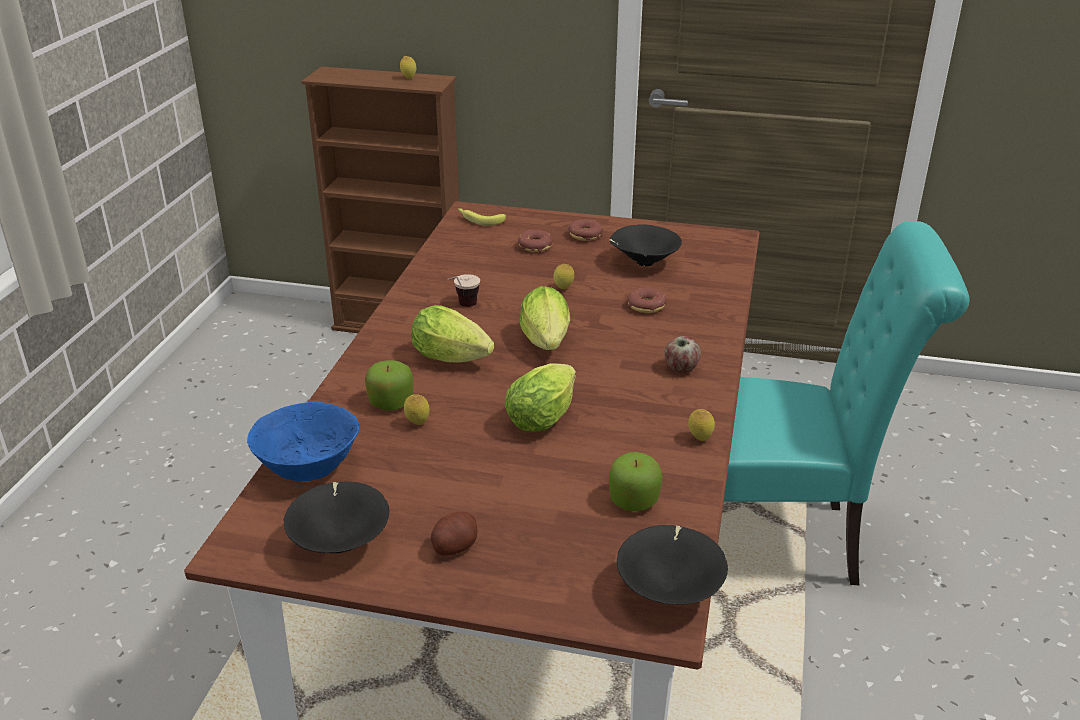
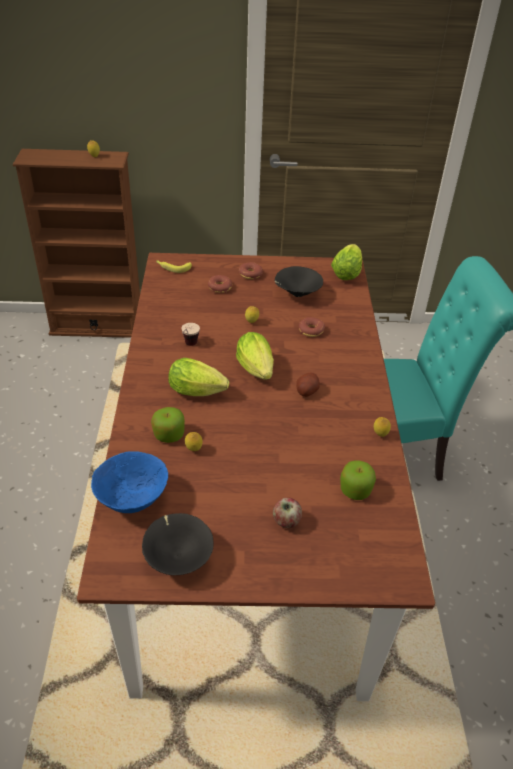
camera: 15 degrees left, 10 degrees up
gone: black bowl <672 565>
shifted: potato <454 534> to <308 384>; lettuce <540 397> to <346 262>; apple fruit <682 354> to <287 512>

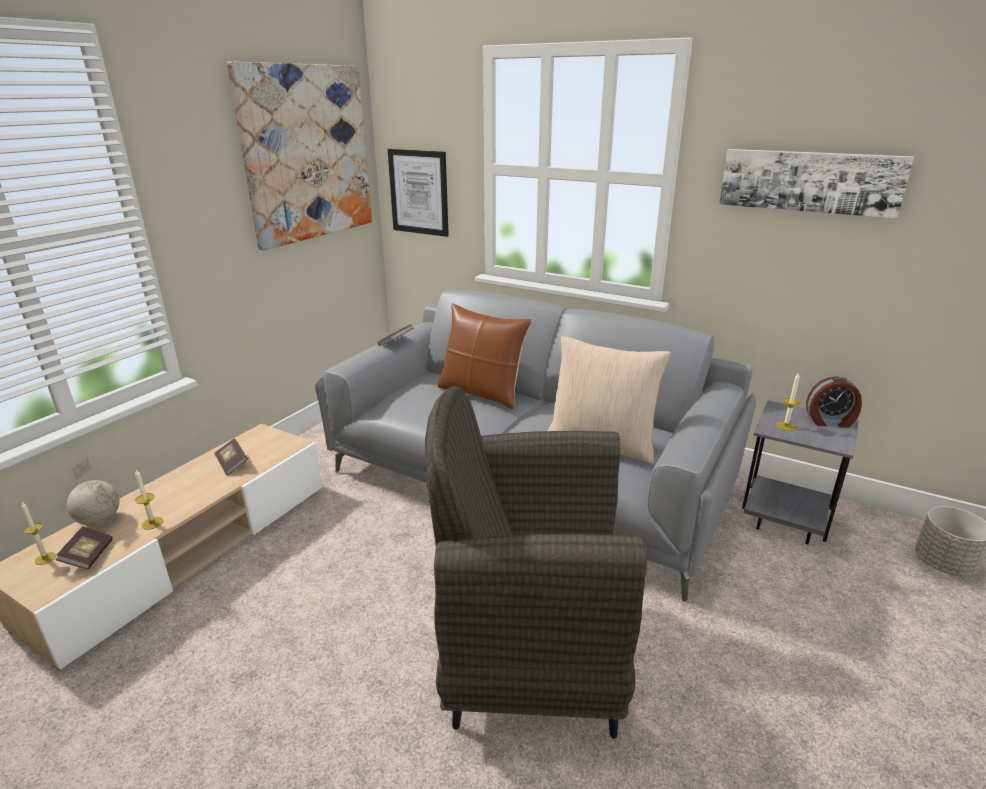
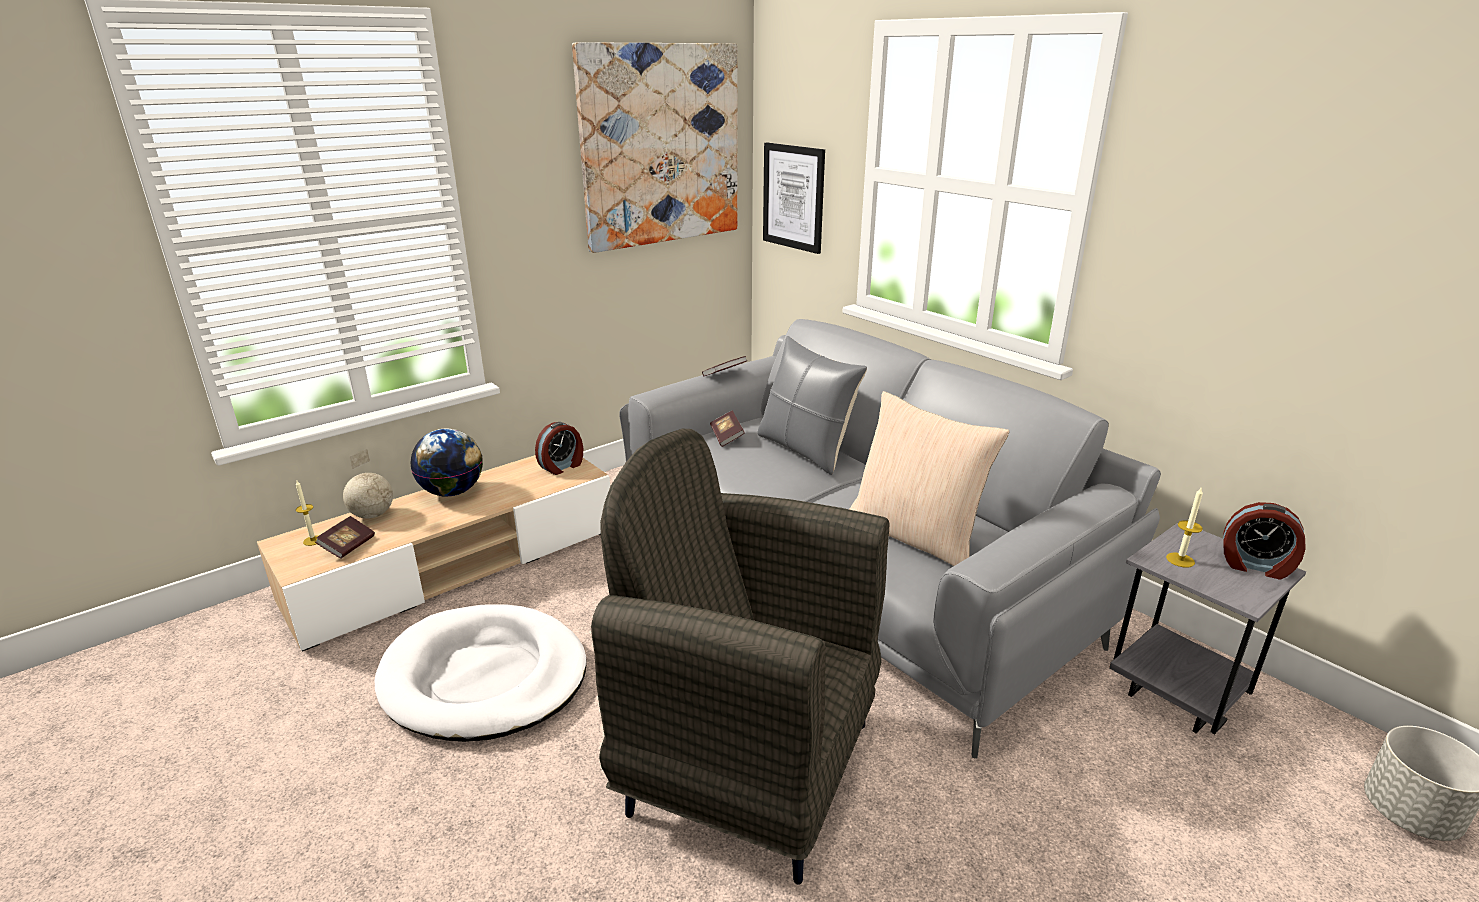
camera: 20 degrees right, 0 degrees up
gone: wax light <149 500>; picture <816 184>
new: white-coloured dog bed <481 673>; world globe <447 462>; table clock <559 448>
shifted: volume <231 456> to <727 428>
repainted: brown throw pillow <484 356> to gray throw pillow <812 405>

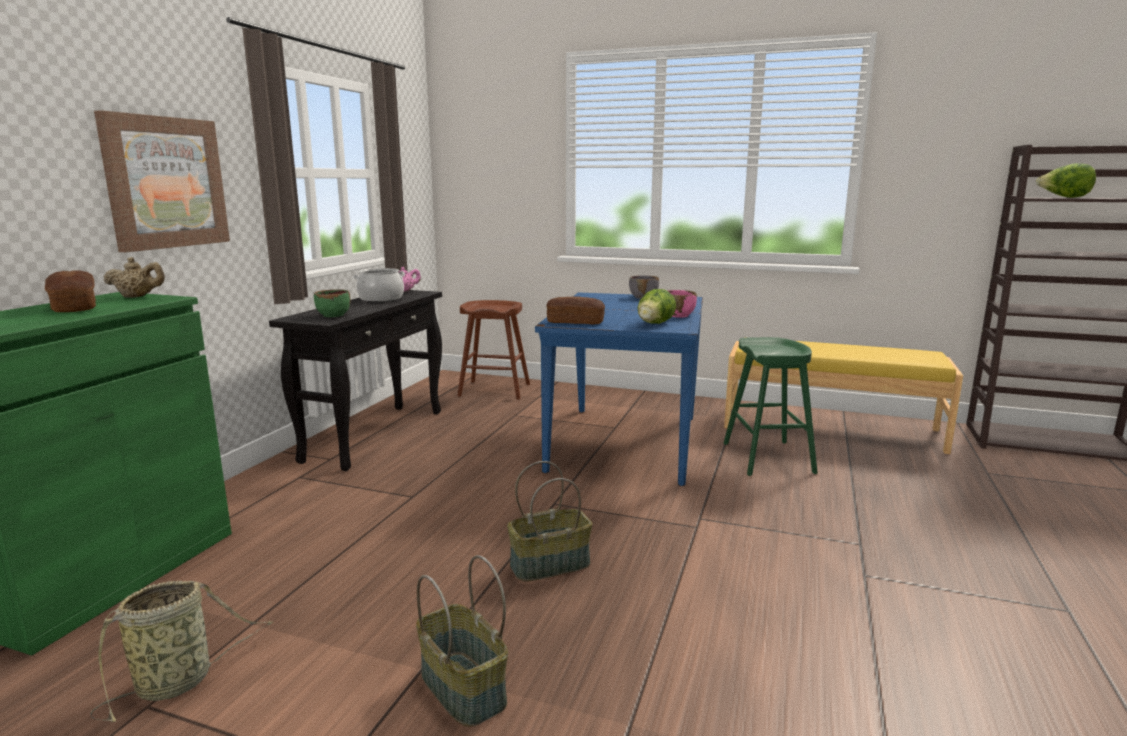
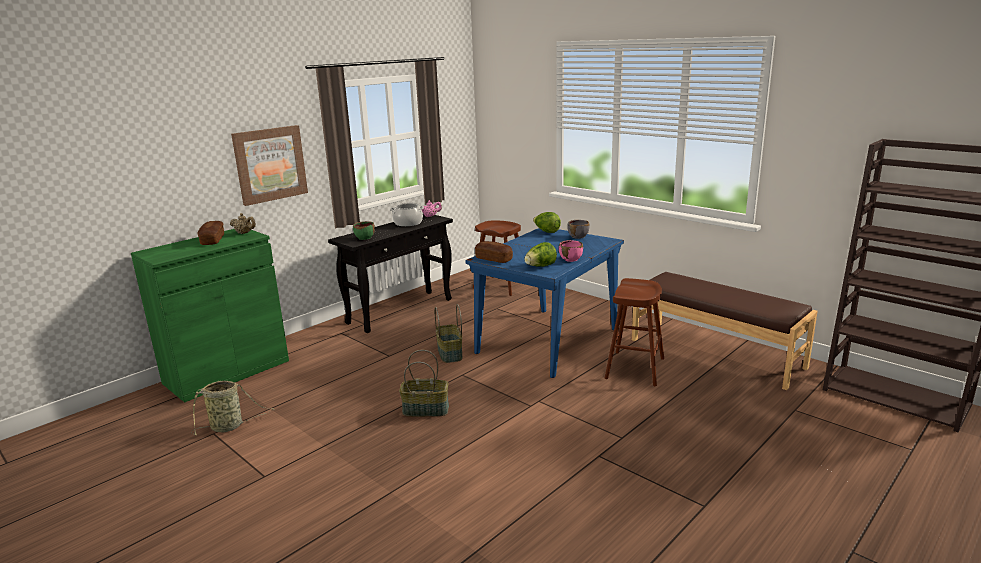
camera: 25 degrees right, 5 degrees up
shifted: basket <462 641> to <448 333>; lettuce <1066 180> to <547 222>
repainted: green-coloured stool <771 406> to brown stool <634 332>; yellow-coloured indoor bench <843 395> to brown indoor bench <725 331>

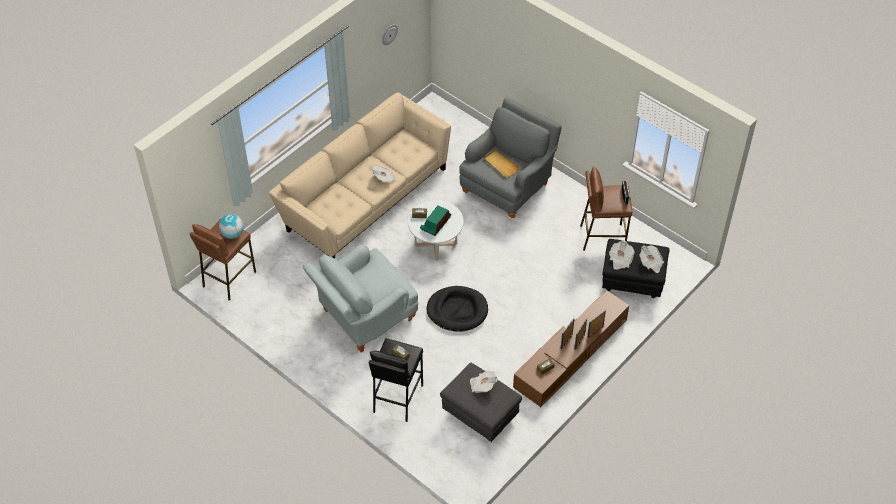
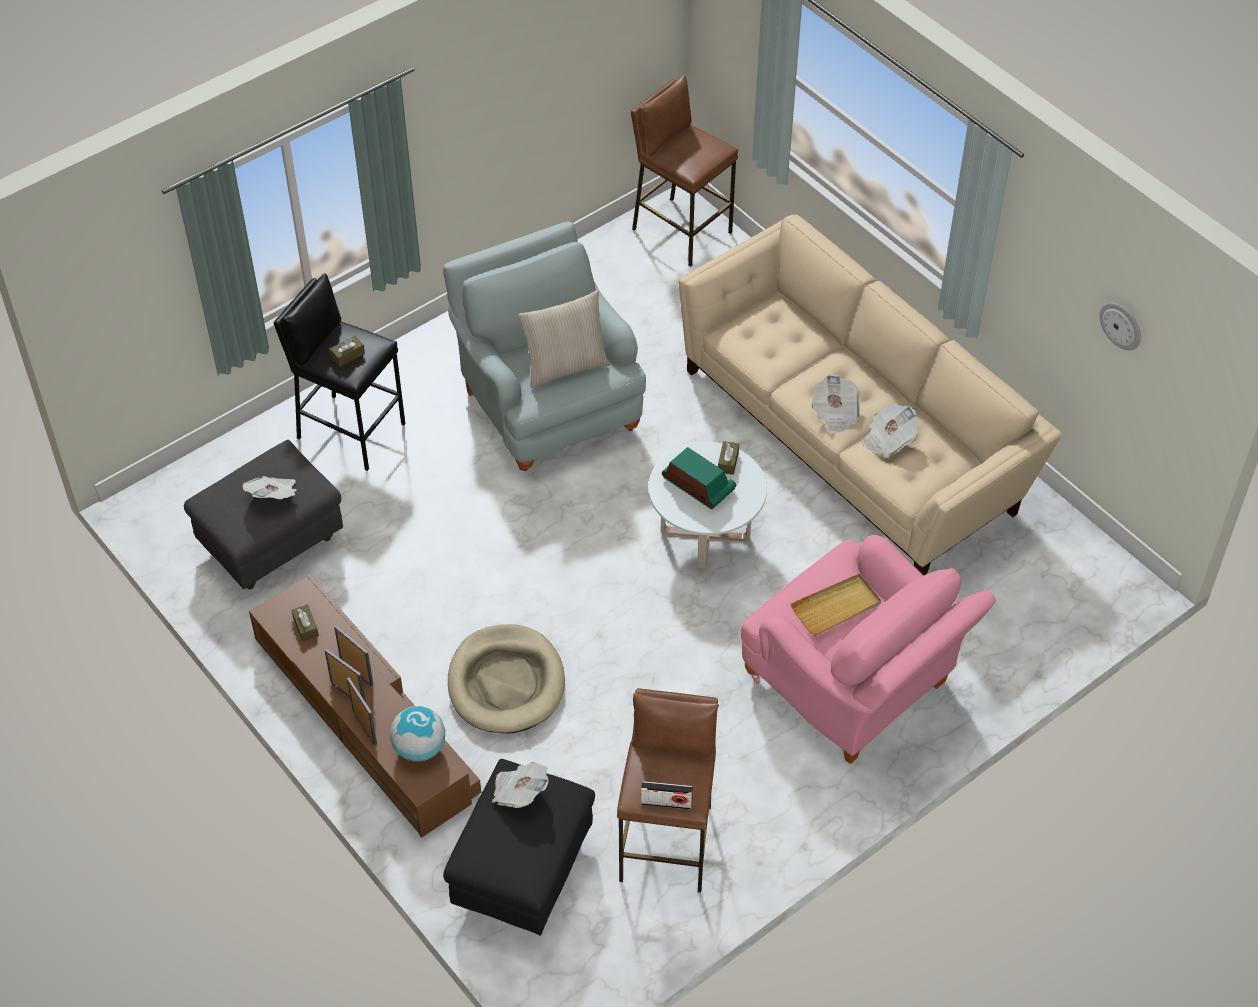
camera: 100 degrees right, 0 degrees up
gone: black dog bed <457 309>
new: beige dog bed <506 679>; beige throw pillow <564 339>
shifted: world globe <231 226> to <417 734>; printed paper <651 259> to <890 430>
repainted: gray armchair <510 158> to pink-coloured armchair <868 649>

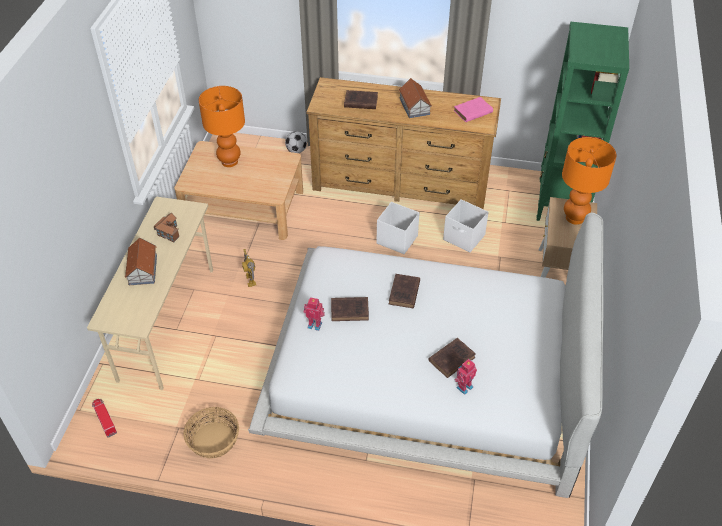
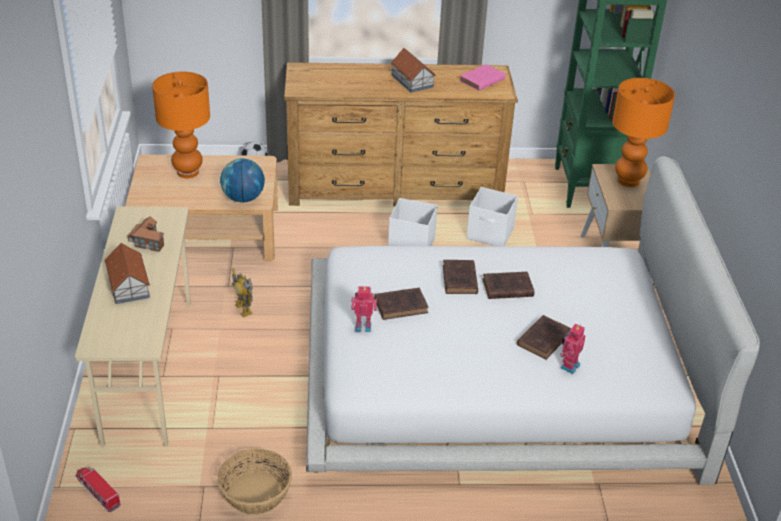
camera: 15 degrees left, 10 degrees down
new: world globe <242 180>
shifted: brown volume <361 99> to <508 285>

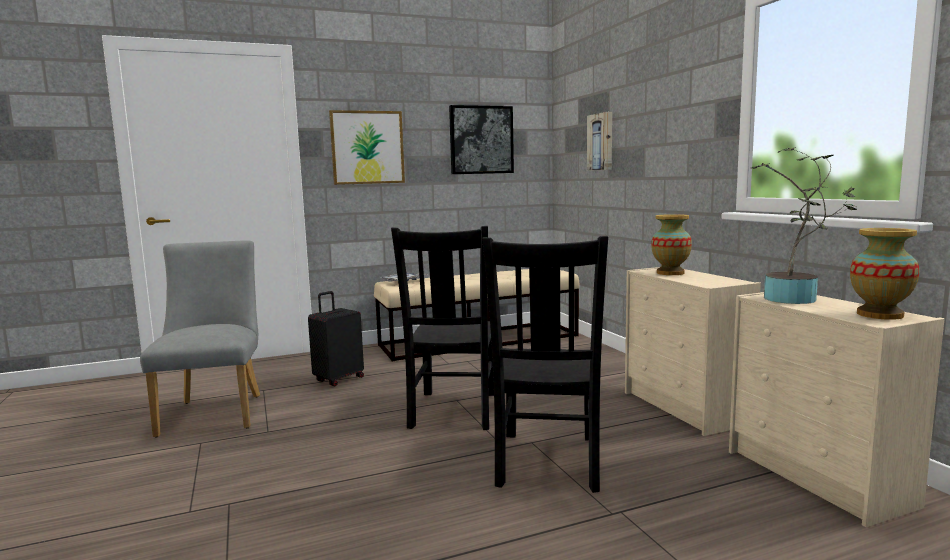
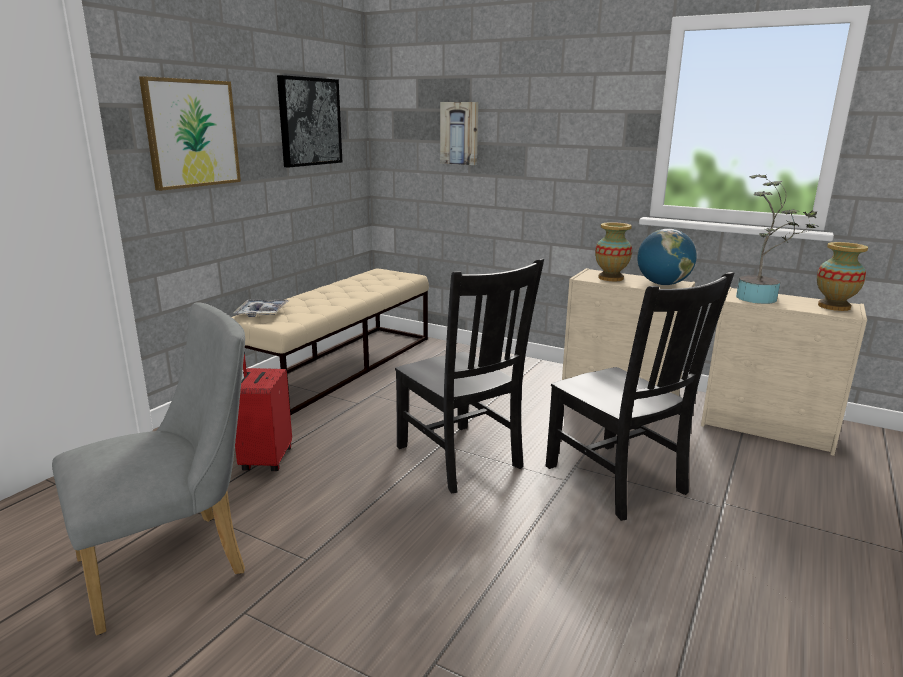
camera: 40 degrees left, 10 degrees up
new: world globe <667 257>
repainted: black piece of luggage <336 338> to red piece of luggage <263 411>
rotated: gray plain chair <200 339> = <148 468> 105 degrees clockwise

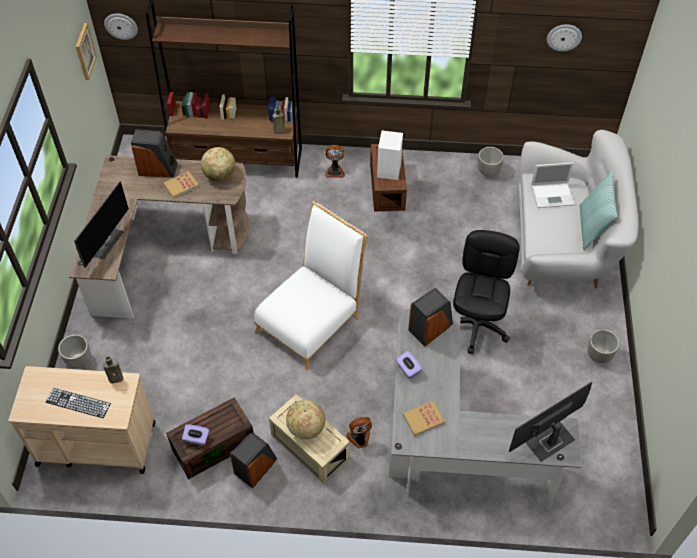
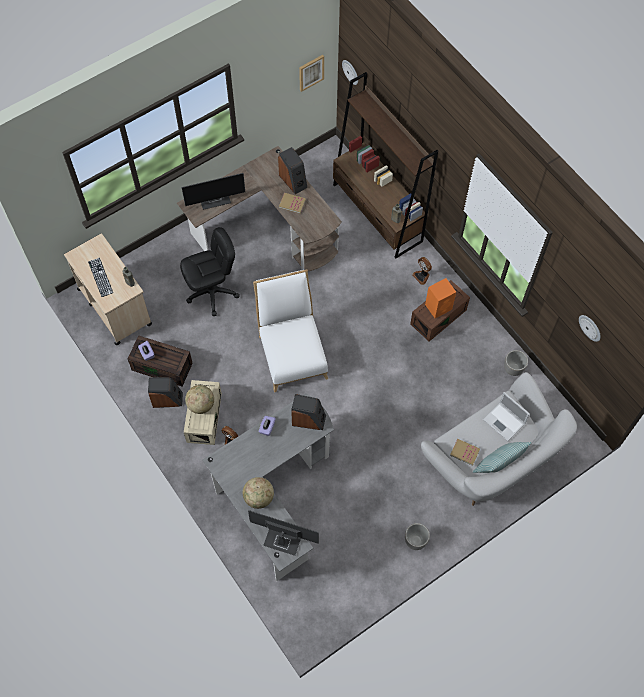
camera: 50 degrees right, 10 degrees up
gone: flower pot <74 351>
shifted: world globe <218 164> to <258 493>; volume <424 419> to <465 452>; black office chair <486 292> to <210 271>
repainted: white-coloured speaker <390 155> to orangey speaker <440 298>
rotated: white-coloured plain chair <311 286> = <290 330> 105 degrees counterclockwise

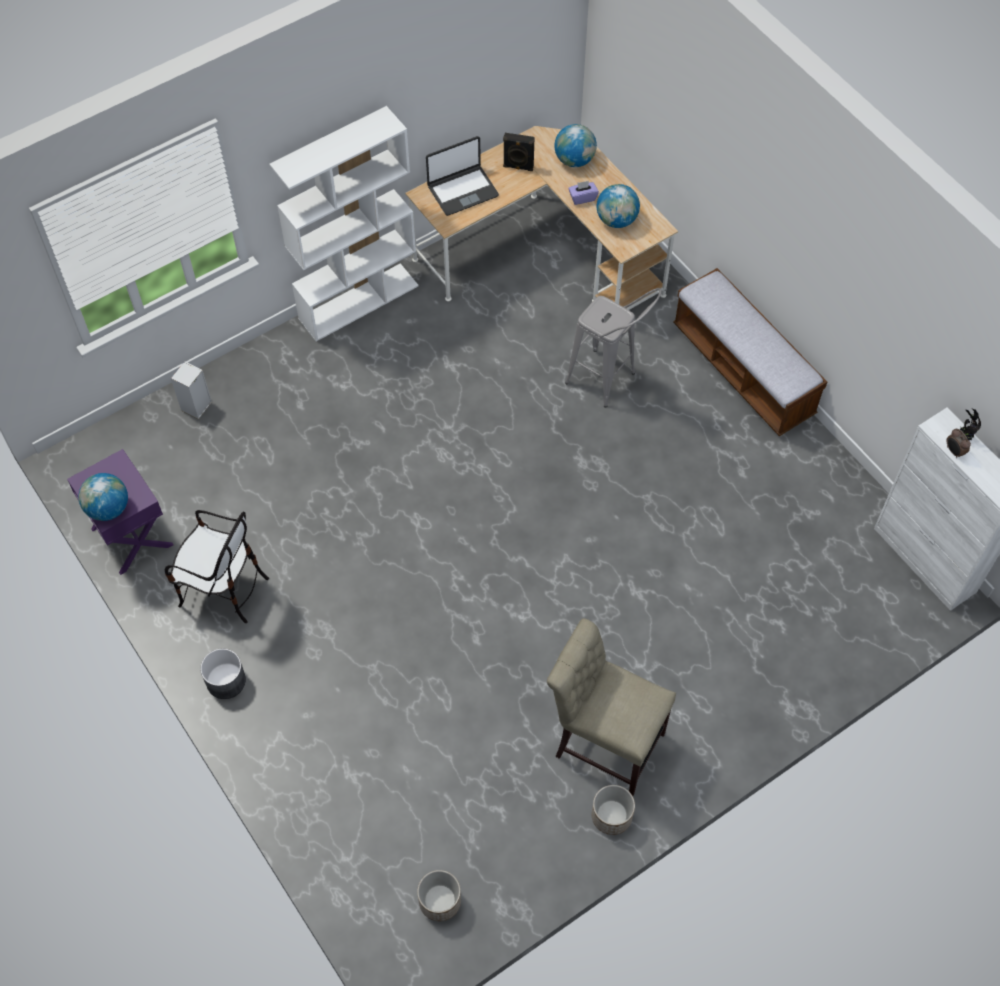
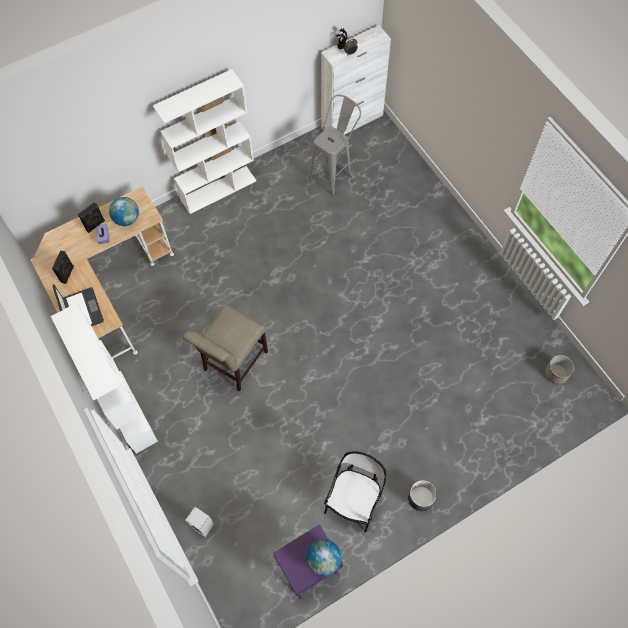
camera: 85 degrees left, 5 degrees up
gone: world globe <575 145>; flower pot <613 810>
new: black speaker <91 217>
shifted: beige plain chair <611 707> to <225 348>; gray stool <613 348> to <335 145>
swapped: indoor bench <750 352> to white-coloured bookcase <204 141>

